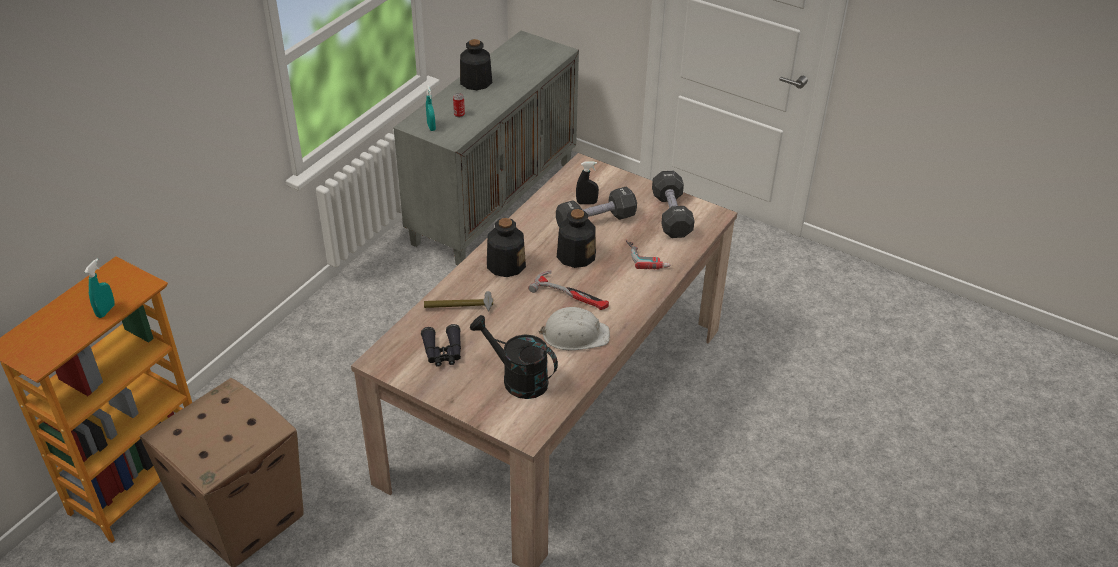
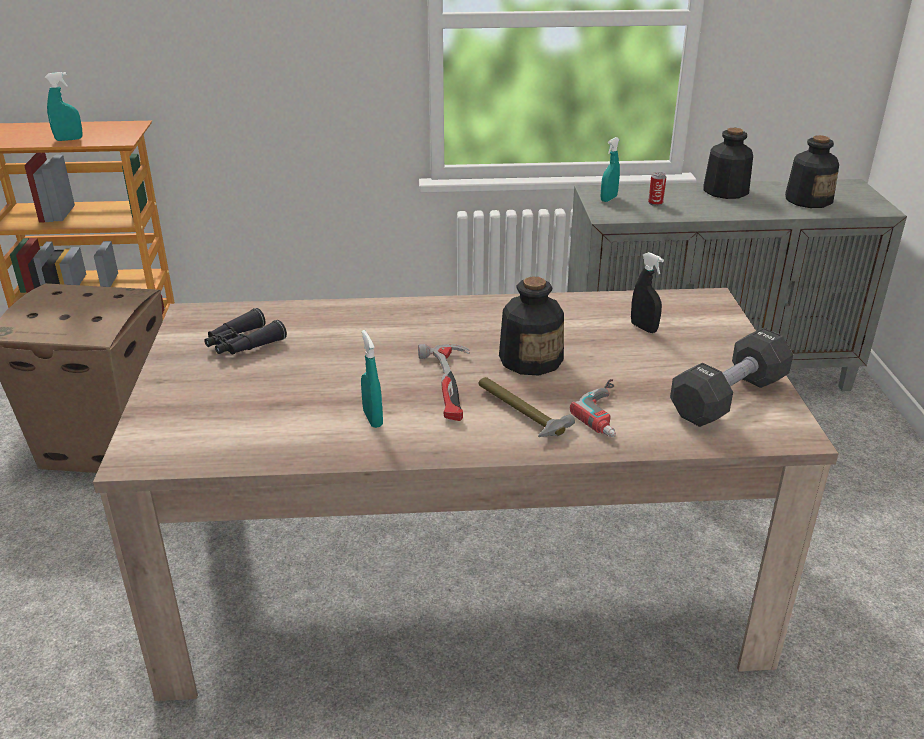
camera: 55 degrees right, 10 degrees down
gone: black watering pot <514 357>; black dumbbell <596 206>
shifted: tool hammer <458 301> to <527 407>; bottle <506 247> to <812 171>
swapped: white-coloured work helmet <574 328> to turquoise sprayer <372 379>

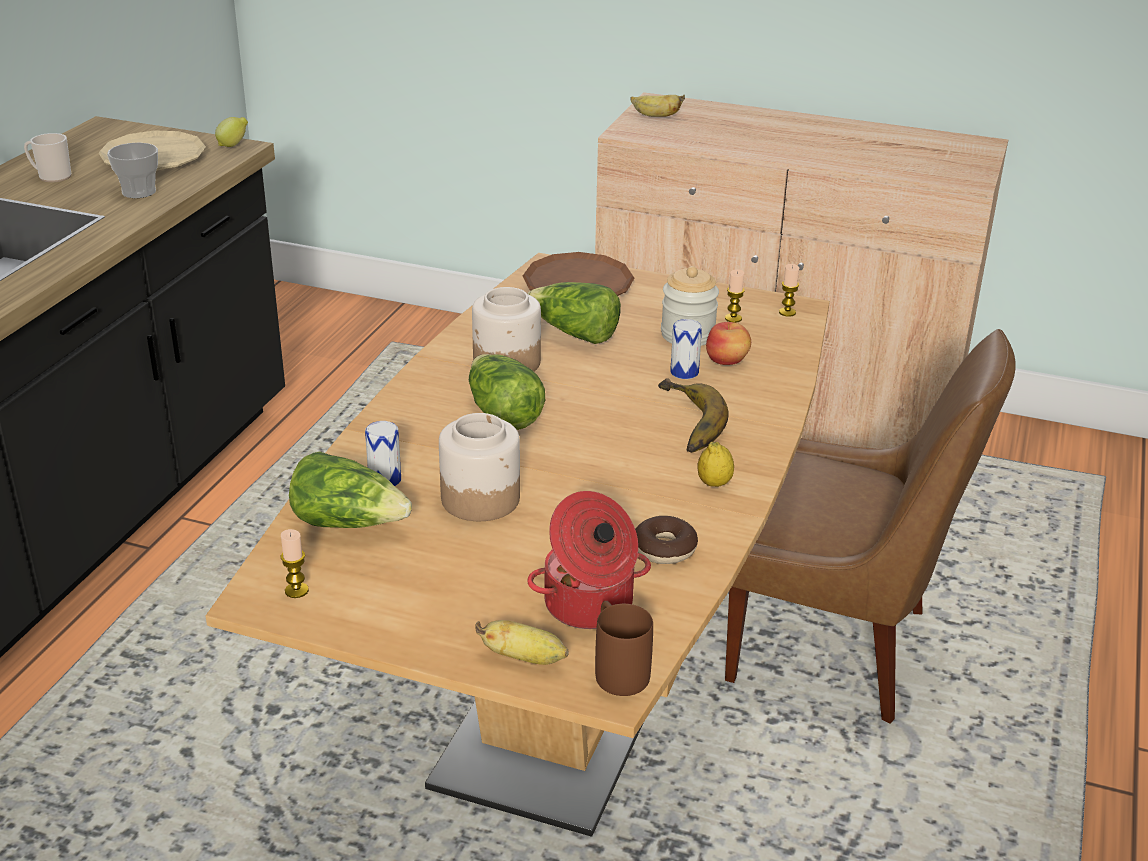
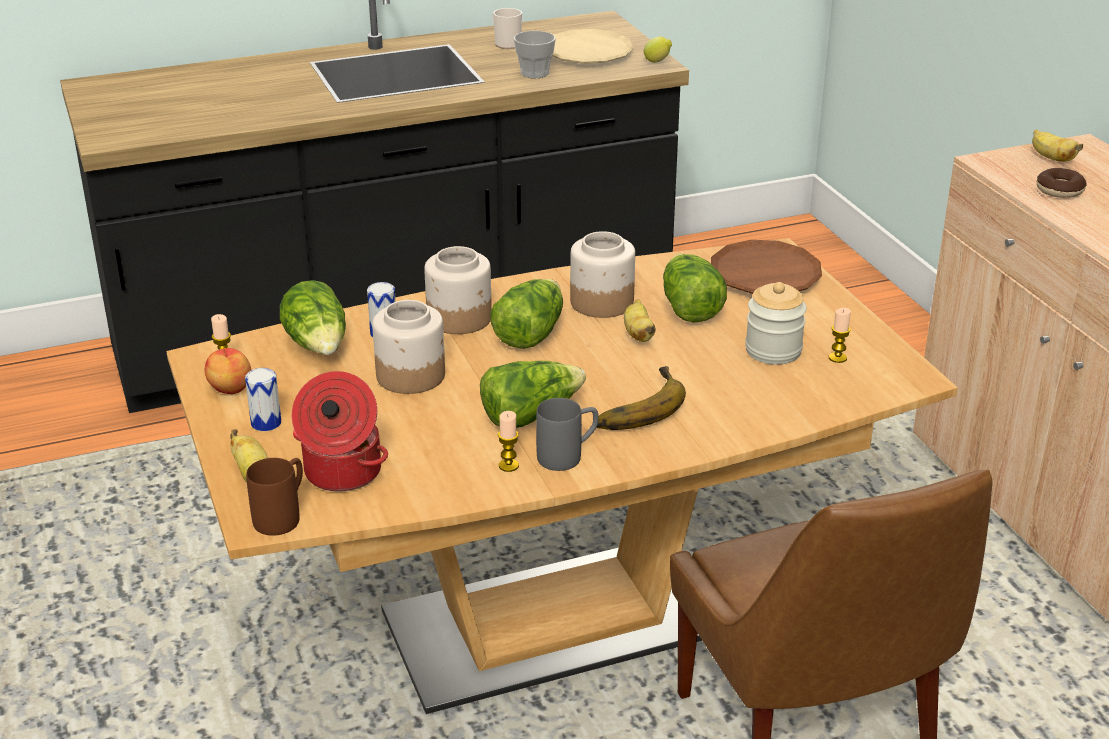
camera: 50 degrees right, 0 degrees up
new: preserve jar <458 290>; lettuce <533 394>; banana fruit <640 320>
shifted: ring doughnut <666 540> to <1062 183>; metal can <686 349> to <263 399>; apple fruit <728 343> to <228 371>; wax light <789 290> to <508 441>
swapped: lemon <715 464> to gray coffee mug <567 434>

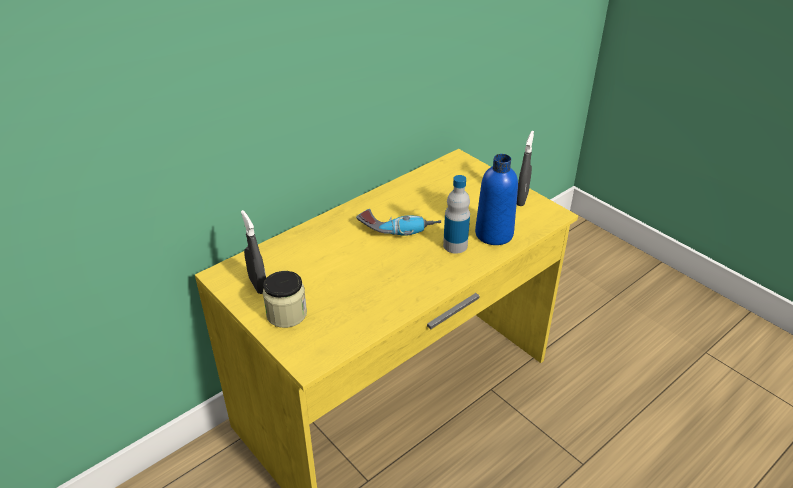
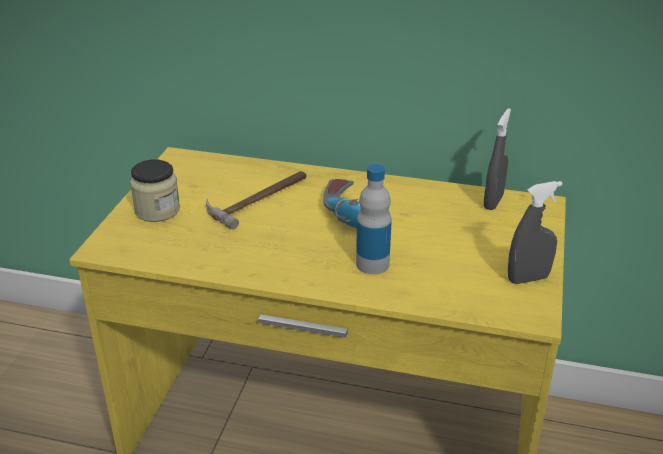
camera: 55 degrees right, 5 degrees down
gone: blue-coloured bottle <496 199>
new: tool hammer <256 200>
shifted: gray sprayer <253 252> to <497 159>

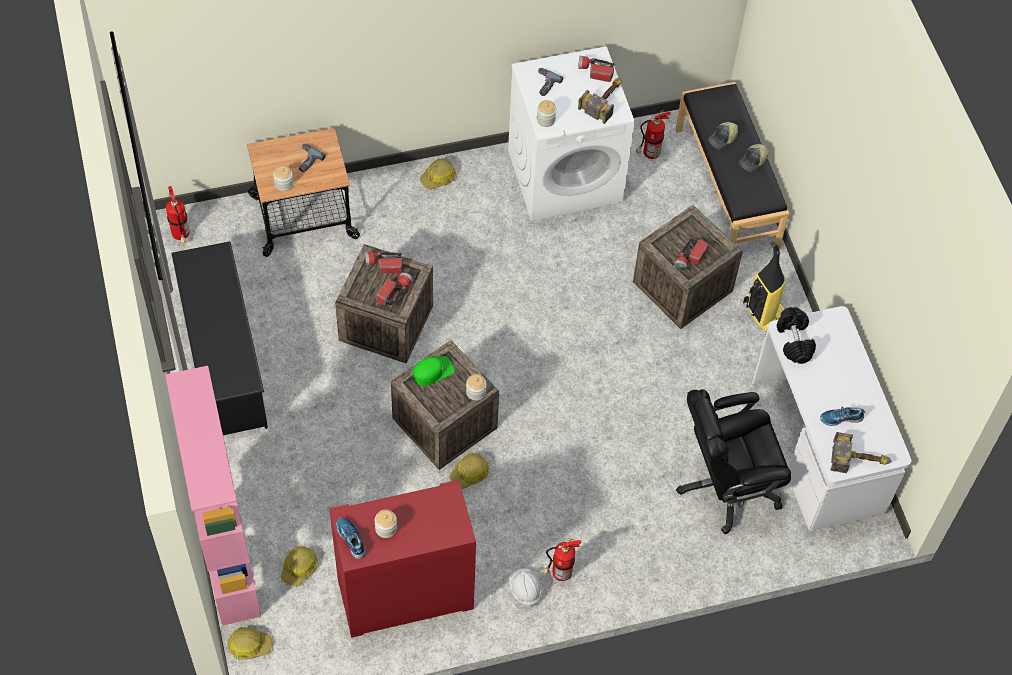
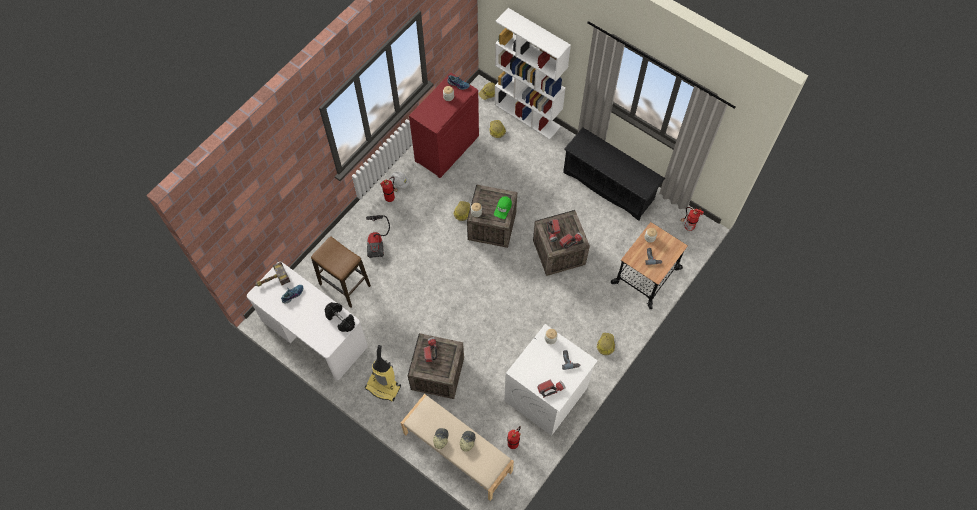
camera: 145 degrees right, 5 degrees up
gone: tool hammer <600 101>
new: vacuum cleaner <378 236>
swapped: black office chair <733 461> to stool <341 272>
repainted: pink-coloured bookcase <213 496> to white-coloured bookcase <533 74>; black indoor bench <732 165> to beige indoor bench <457 447>

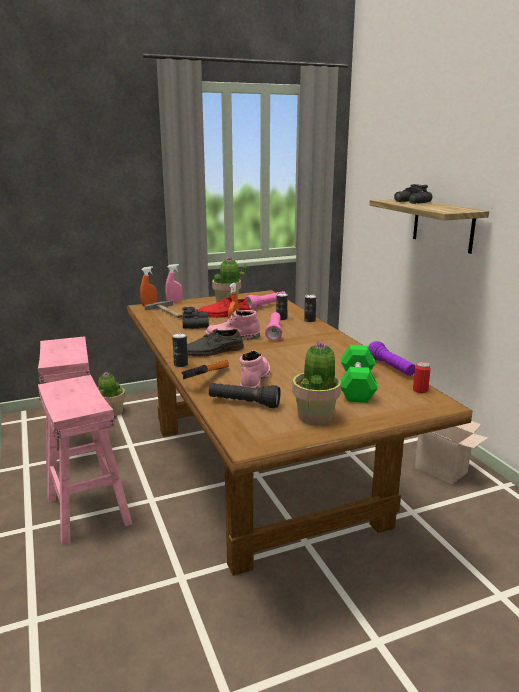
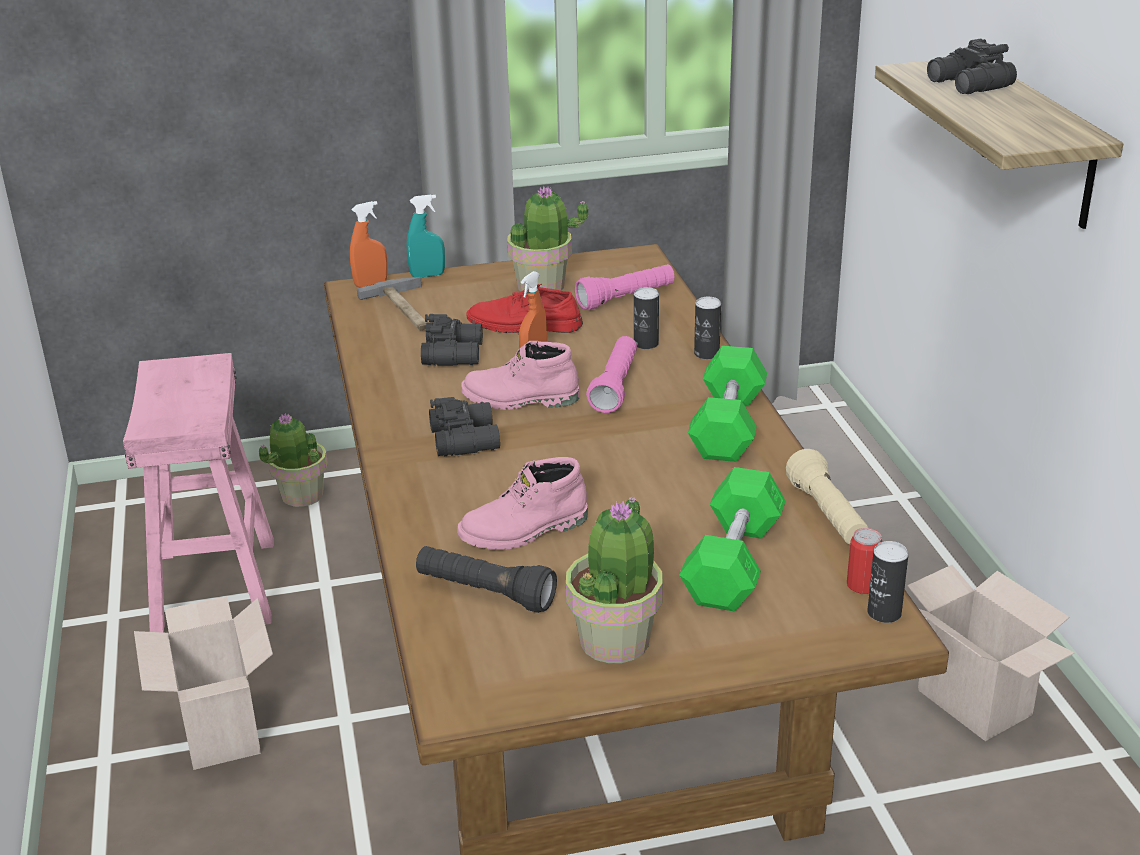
camera: 10 degrees right, 10 degrees up
gone: tool hammer <205 369>
new: green-coloured dumbbell <727 404>
shifted: metal can <180 350> to <888 582>
swapped: pink-coloured stool <85 460> to packing box <203 683>; gray item of footwear <215 342> to black binoculars <464 426>
repainted: pink-coloured sprayer <173 283> to turquoise sprayer <426 235>; purple-coloured flashlight <391 358> to beige flashlight <827 496>
rotated: pink-coloured tall boot <254 369> = <522 503> 135 degrees counterclockwise

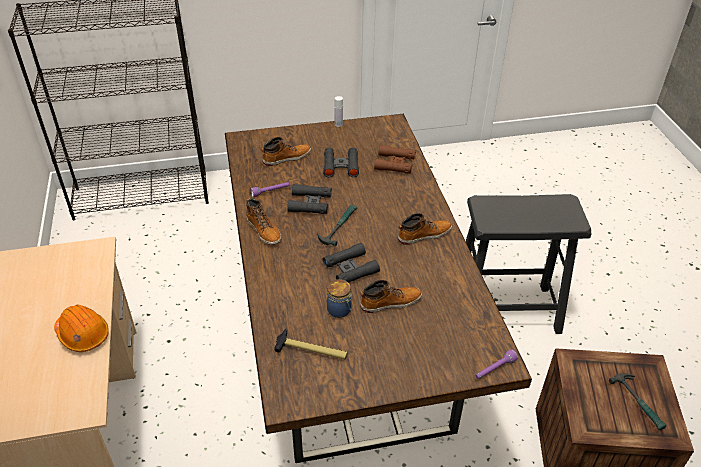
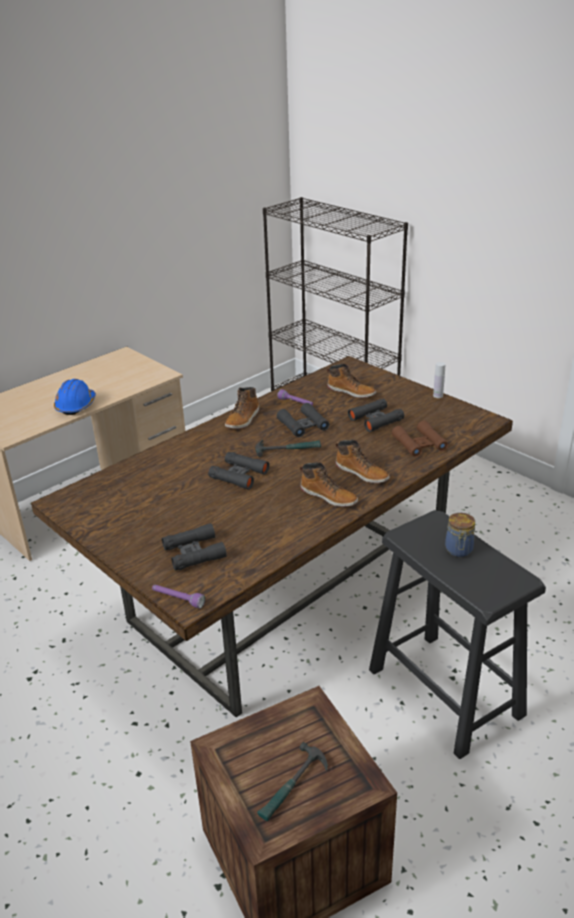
camera: 60 degrees right, 10 degrees down
gone: tool hammer <310 343>
new: black binoculars <194 547>
shifted: preserve jar <340 298> to <460 535>; tall boot <391 296> to <363 461>
repainted: orangey work helmet <81 328> to blue-coloured work helmet <75 397>

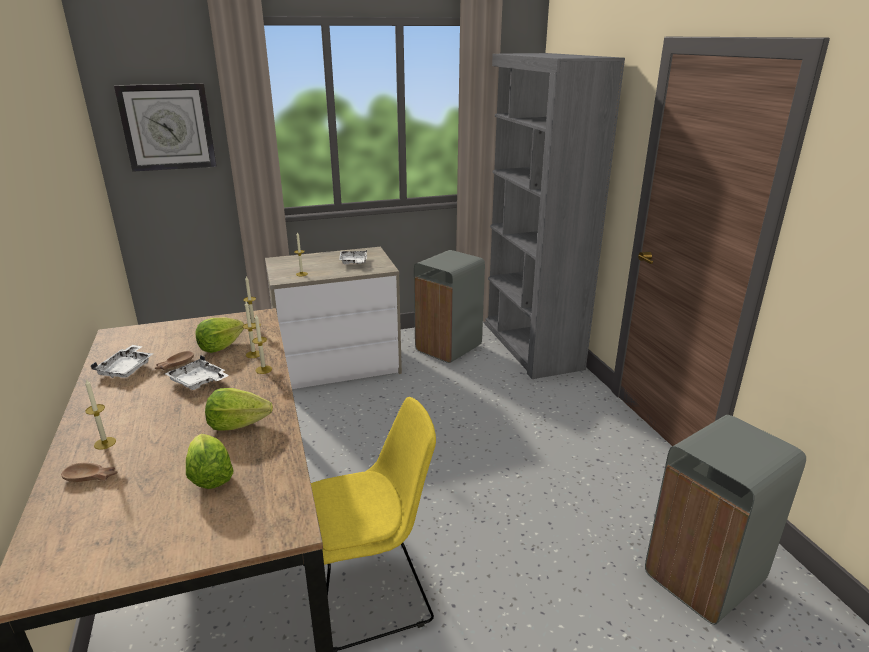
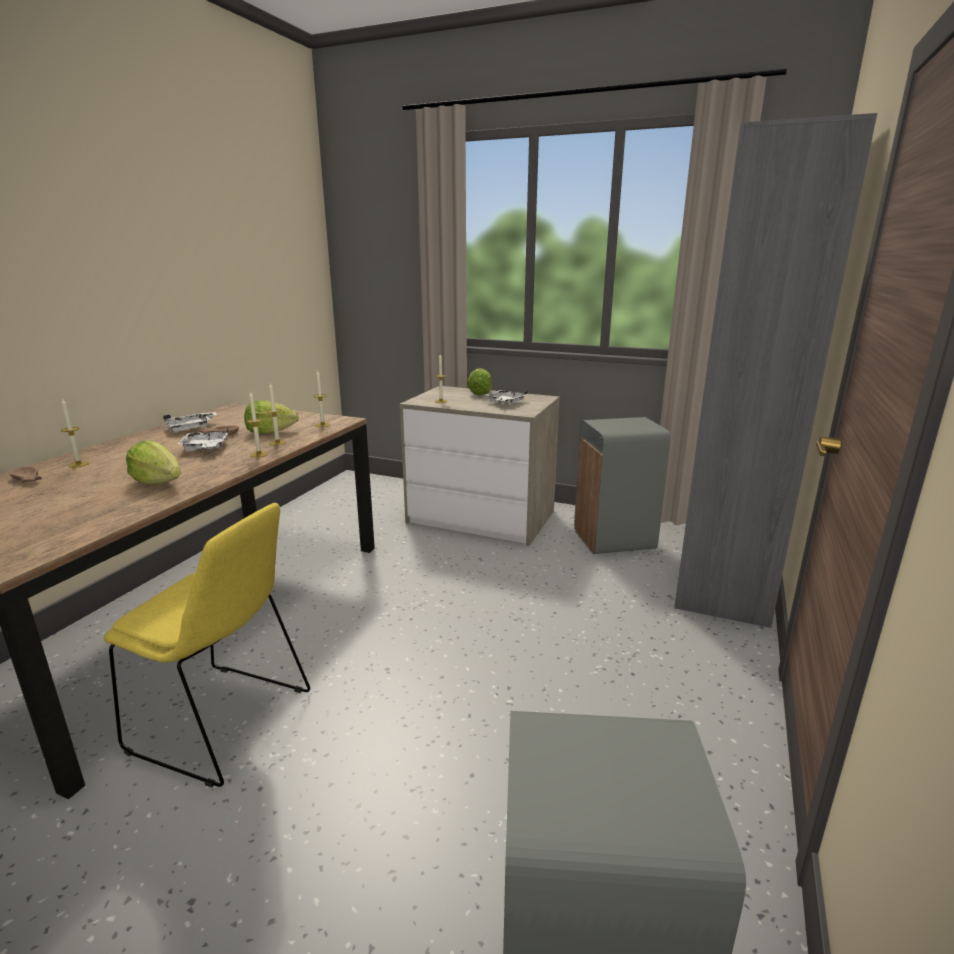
camera: 40 degrees right, 5 degrees down
gone: clock on the wall <165 127>
shifted: lettuce <209 461> to <479 381>

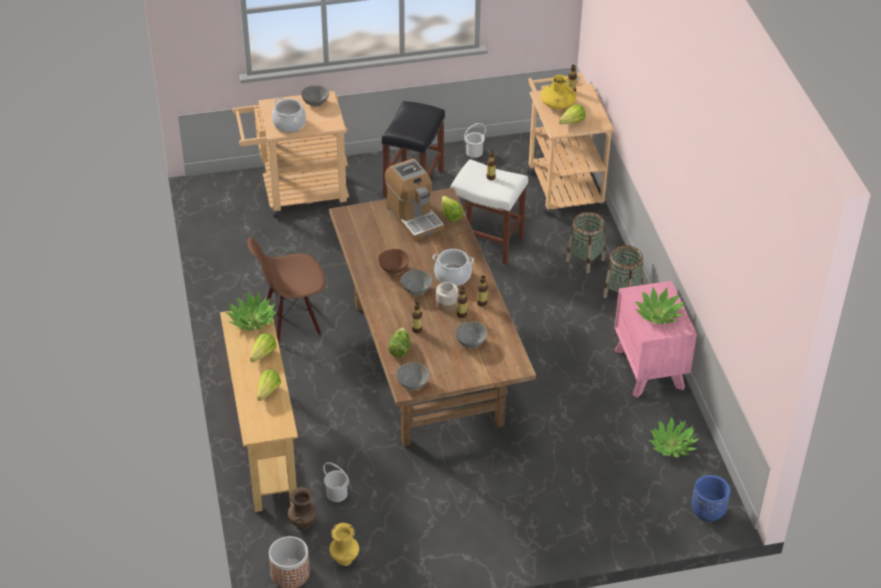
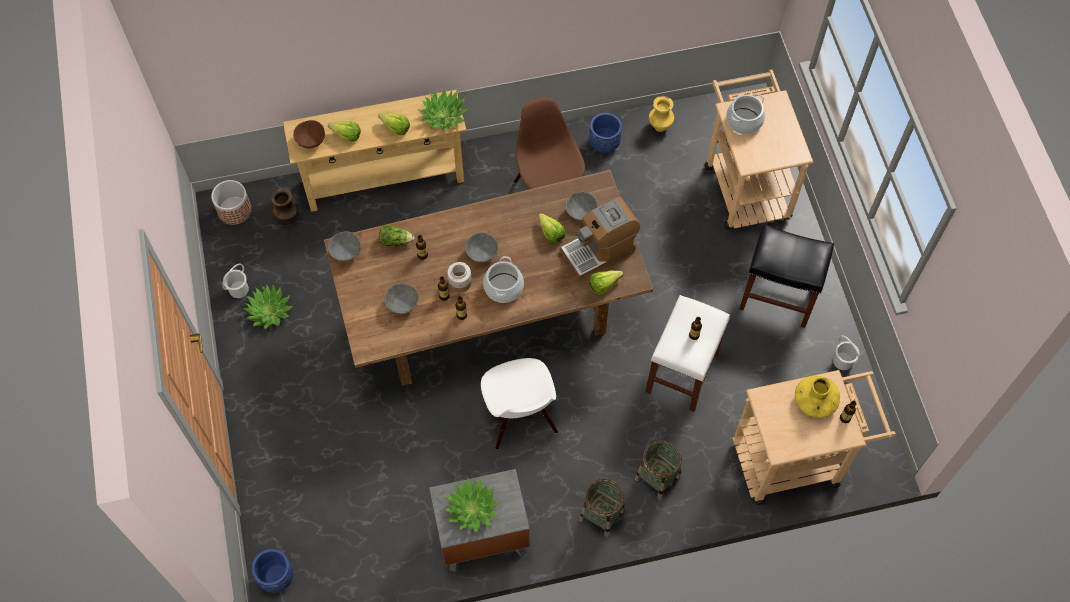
camera: 90 degrees right, 20 degrees up
new: white-coloured plain chair <519 403>; blue-coloured flower pot <605 133>
shifted: gray bowl <315 96> to <582 206>; white-coloured water bucket <336 482> to <235 281>; yellow-coloured flower vase <344 544> to <661 114>; brown bowl <393 261> to <309 134>; lettuce <572 114> to <552 228>; potted plant <673 437> to <268 306>
repainted: pink-coloured bedside table <655 339> to gray bedside table <479 520>

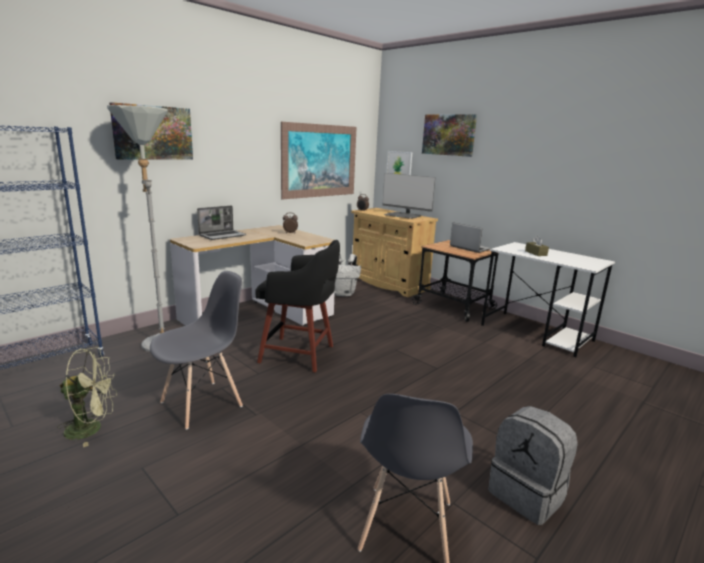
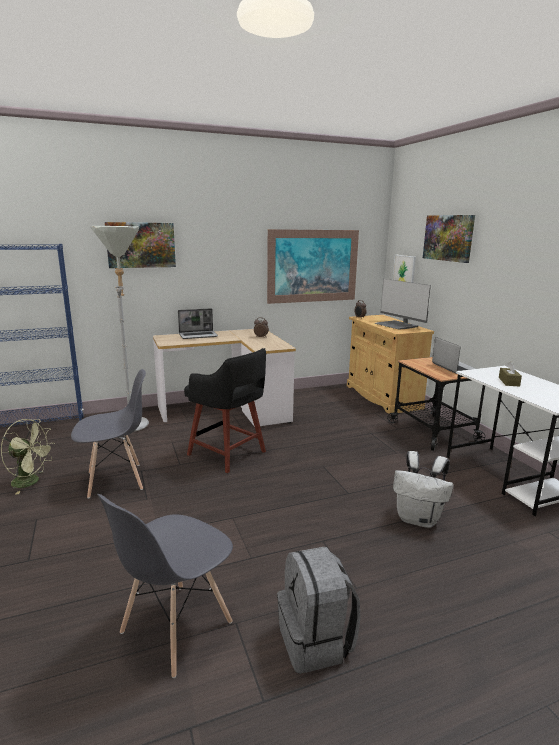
camera: 25 degrees right, 0 degrees up
shifted: white-coloured backpack <347 275> to <423 489>

